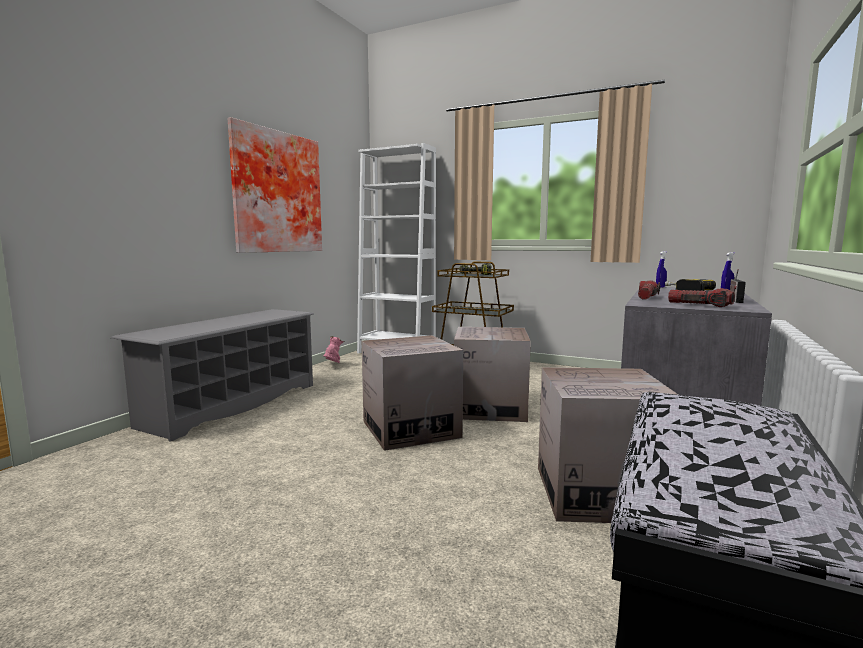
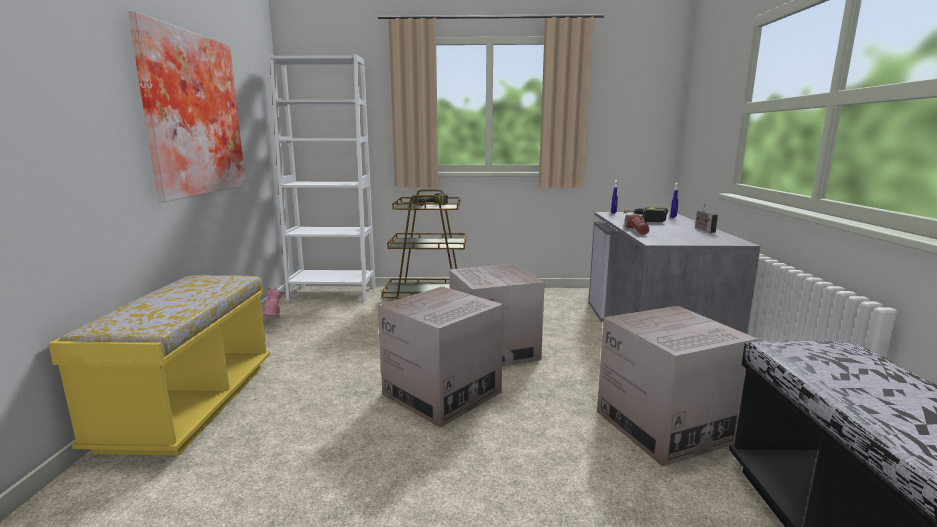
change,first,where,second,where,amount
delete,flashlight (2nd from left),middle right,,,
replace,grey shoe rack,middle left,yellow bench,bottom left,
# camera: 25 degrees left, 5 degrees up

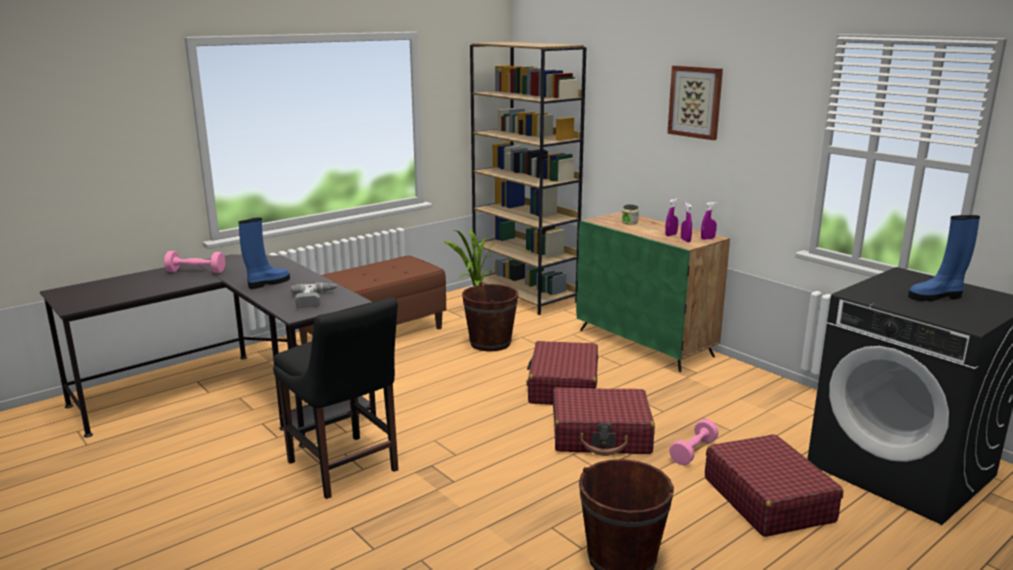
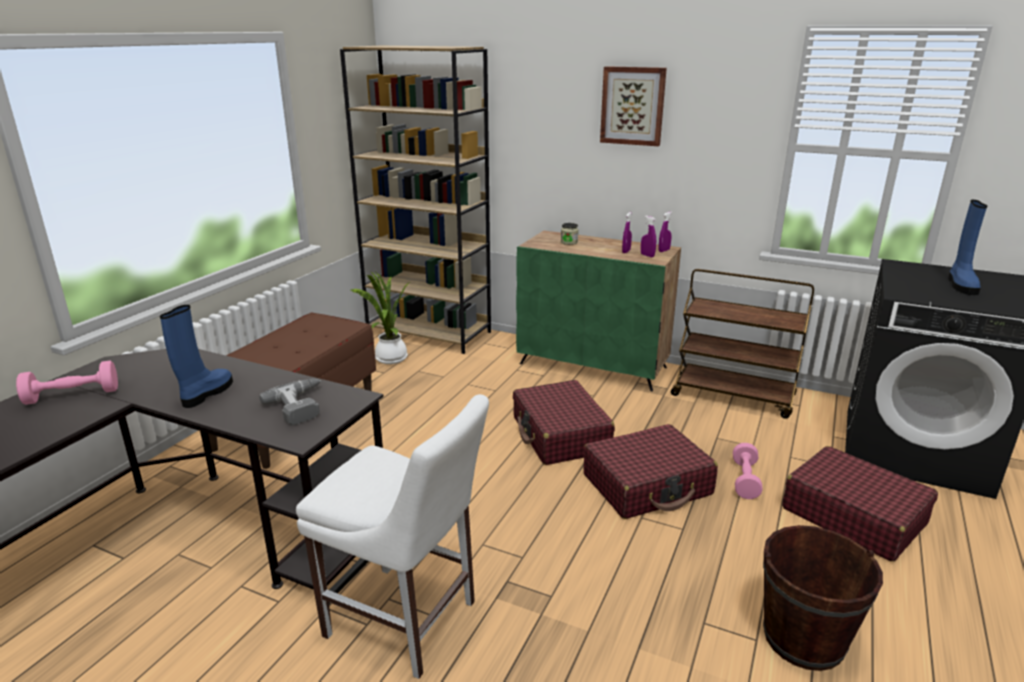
change,first,where,second,where,amount
delete,brown bucket (1st from left),centre,,,
insert,,,brown cart,middle right,
recolor,black chair,bottom left,white chair,bottom centre,
rotate,blue boot (2nd from left),middle right,,middle right,45 degrees counterclockwise
# camera: 25 degrees left, 5 degrees up

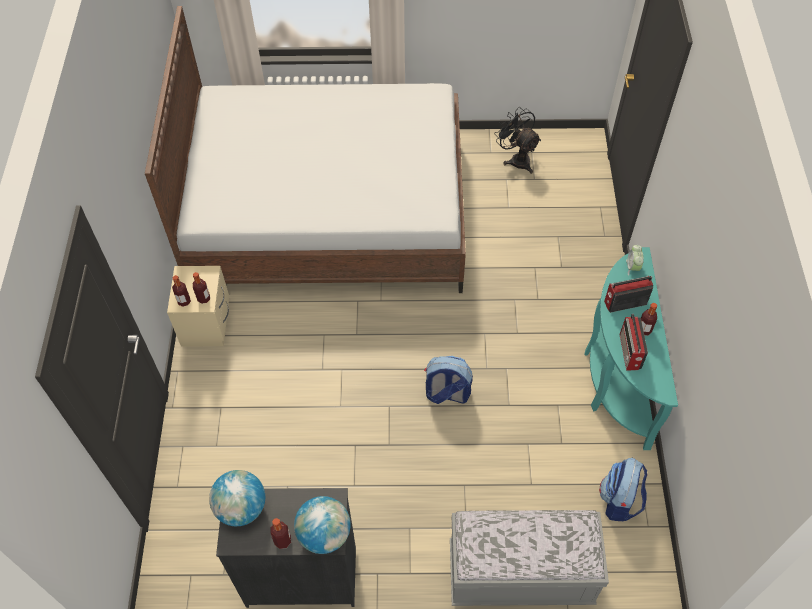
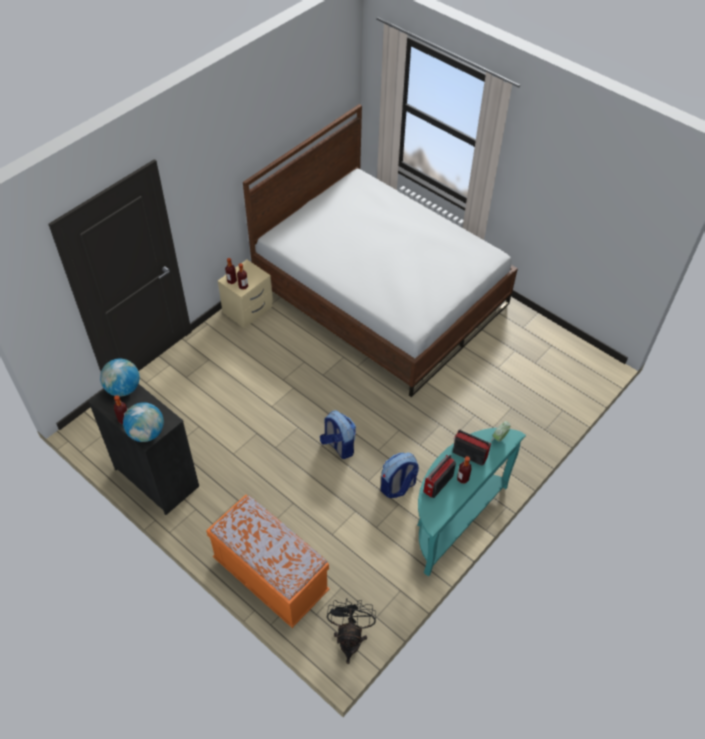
change,first,where,second,where,amount
move,black fan,top centre,,bottom centre,
move,backpack (2nd from left),bottom right,,centre,
recolor,grey bench,bottom centre,orange bench,bottom centre,
# camera: 40 degrees right, 5 degrees down

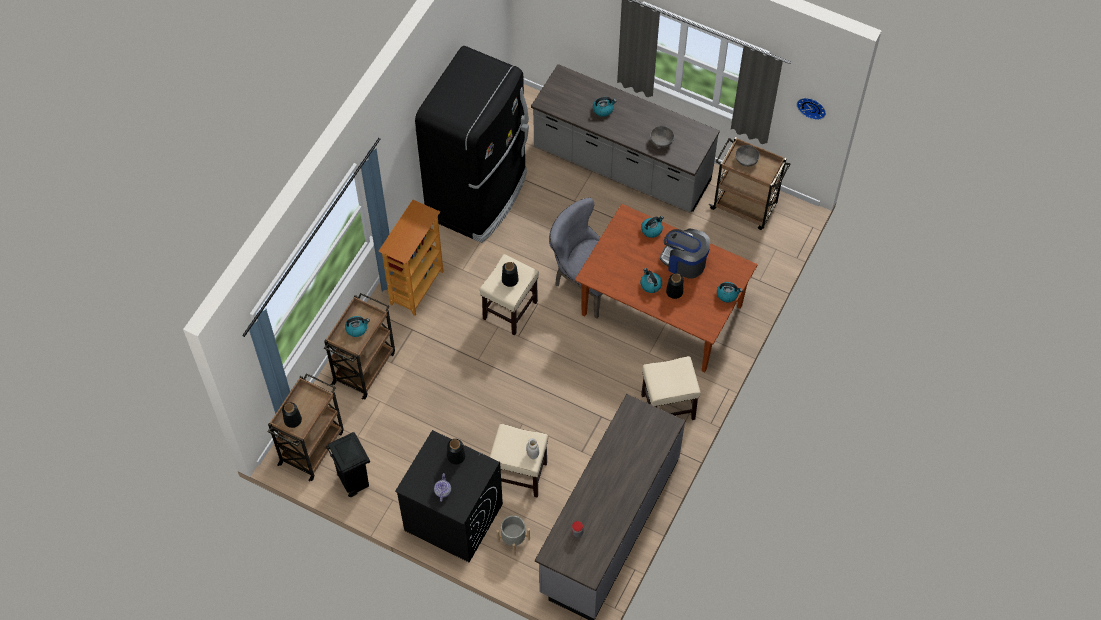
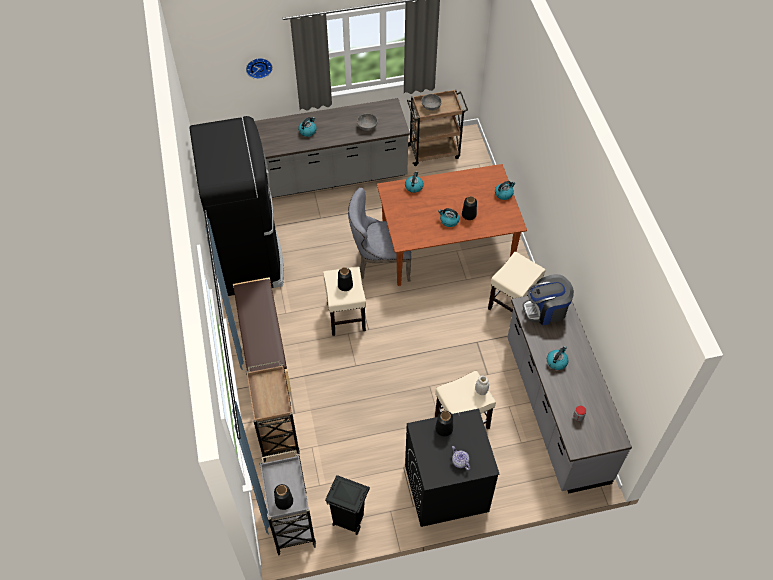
change,first,where,second,where,amount
delete,grey planter,bottom centre,,,
move,kettle (1st from left in the first image),middle left,kettle (5th from left),middle right,
move,coffee machine,centre,,middle right,
move,wall clock,top right,,top centre,
replace,bookcase,centre,brown bench,centre,
recolor,brown cart (1st from left),bottom left,grey cart,bottom centre,
# camera: 40 degrees left, 5 degrees down

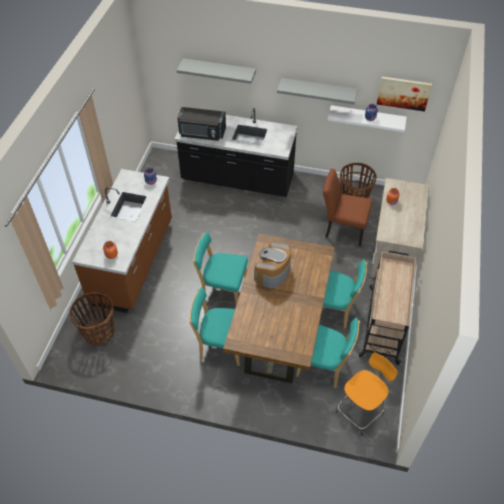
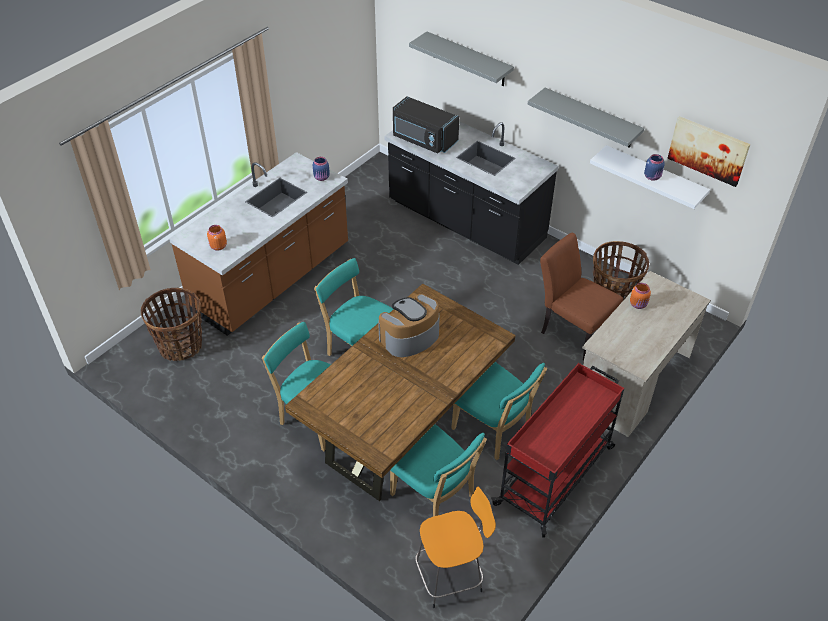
change,first,where,second,where,amount
recolor,beige cart,middle right,red cart,bottom right,
# camera: 25 degrees right, 5 degrees down

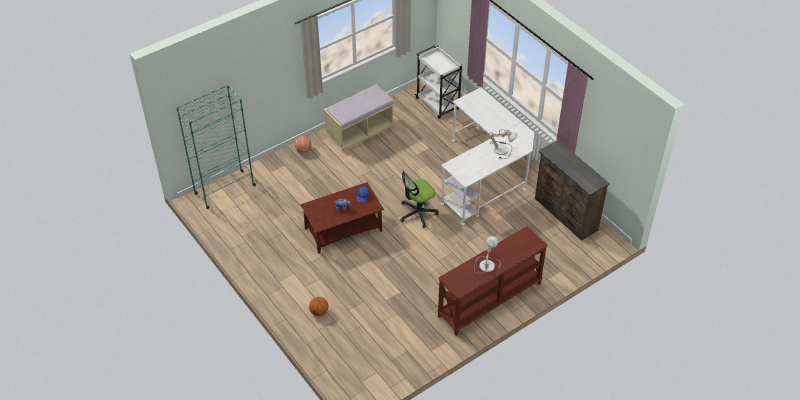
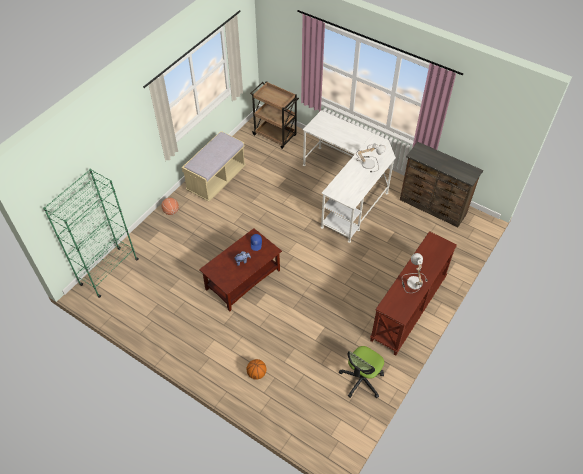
change,first,where,second,where,amount
move,office chair,centre,,bottom centre,
recolor,white cart,top centre,brown cart,top centre,
# camera: 20 degrees left, 5 degrees up

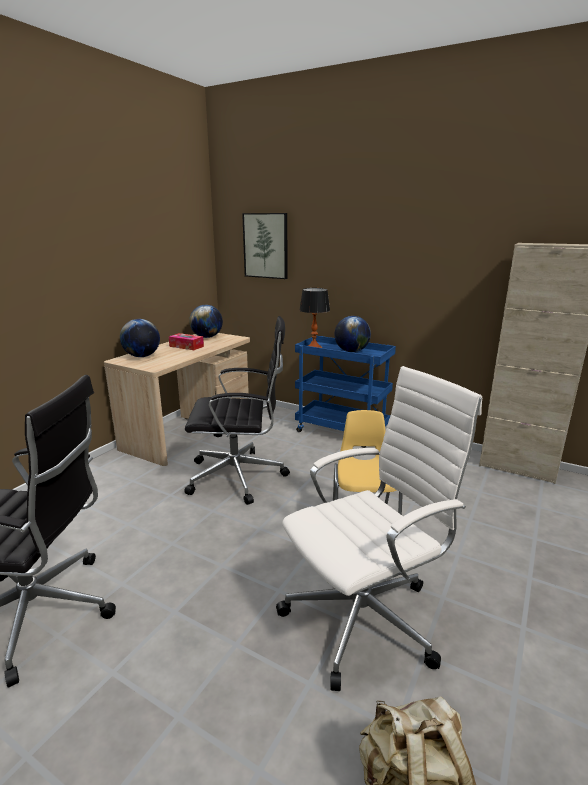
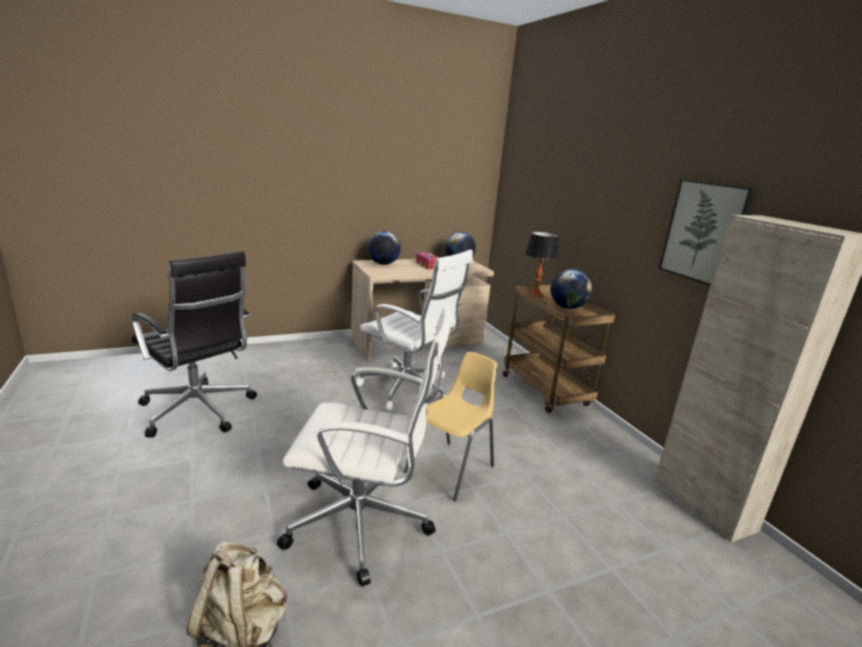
change,first,where,second,where,amount
move,picture,top centre,,middle right,
recolor,black office chair (2nd from left),centre,white office chair (2nd from left),centre,
recolor,blue cart,centre,brown cart,centre,
# camera: 35 degrees right, 0 degrees up

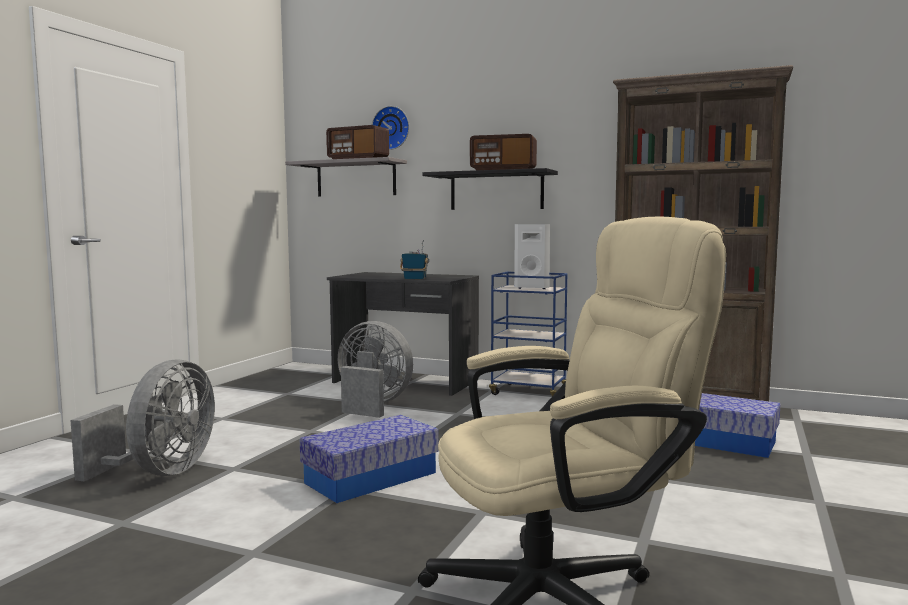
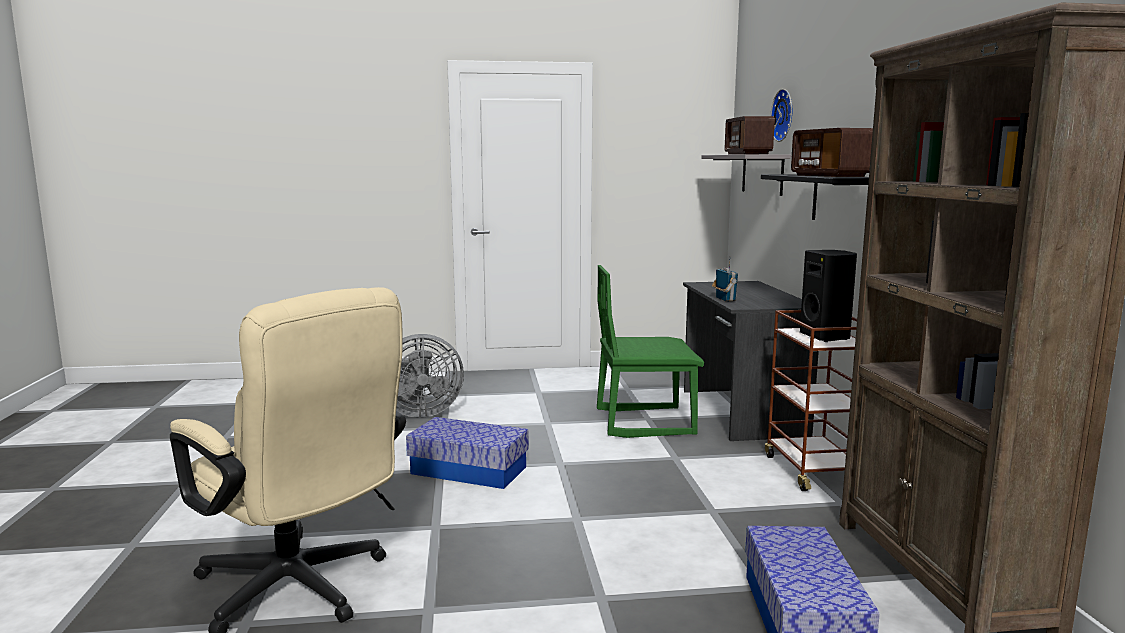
change,first,where,second,where,amount
replace,grey fan (2nd from left),centre,green chair,centre,
recolor,blue cart,centre,brown cart,middle right,
recolor,white speaker,centre,black speaker,middle right,
# camera: 60 degrees right, 5 degrees up

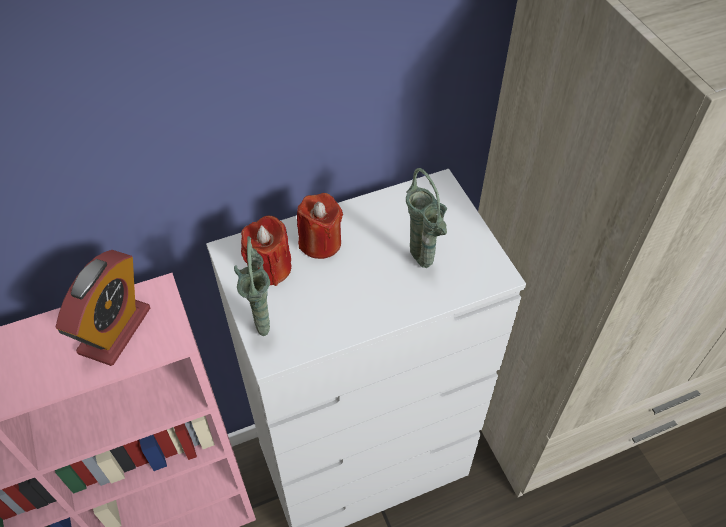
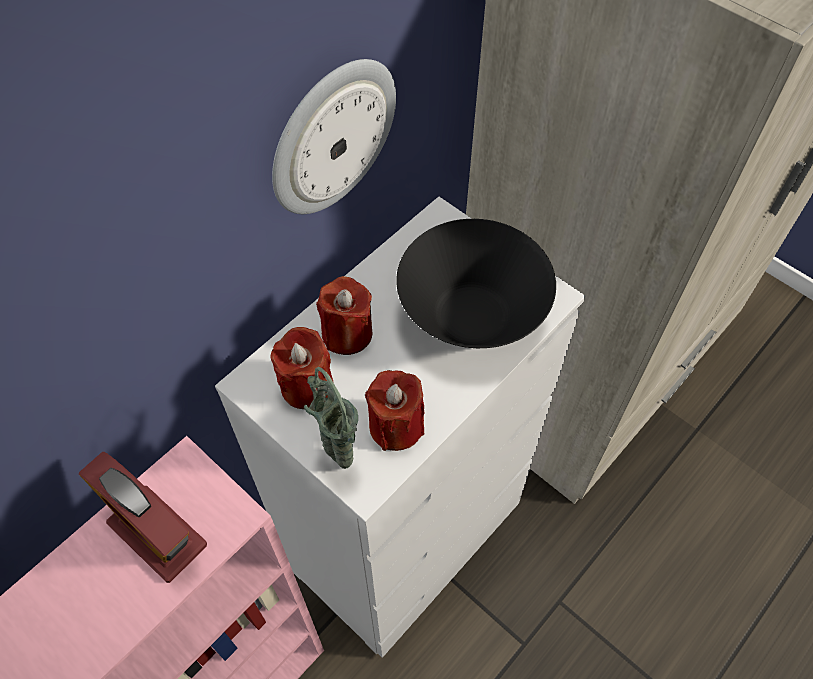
change,first,where,second,where,amount
insert,,,wall clock,top centre,
insert,,,red candle (3rd from left),centre,
replace,green vase (2nd from left),centre,black bowl,centre,
rotate,alarm clock,middle left,,bottom left,135 degrees clockwise
# camera: 25 degrees left, 5 degrees up

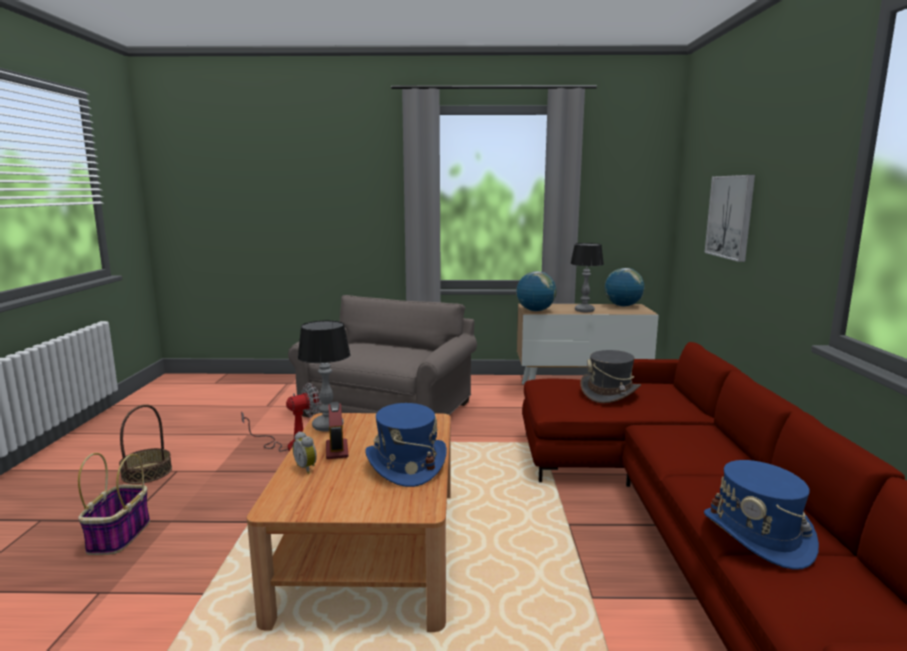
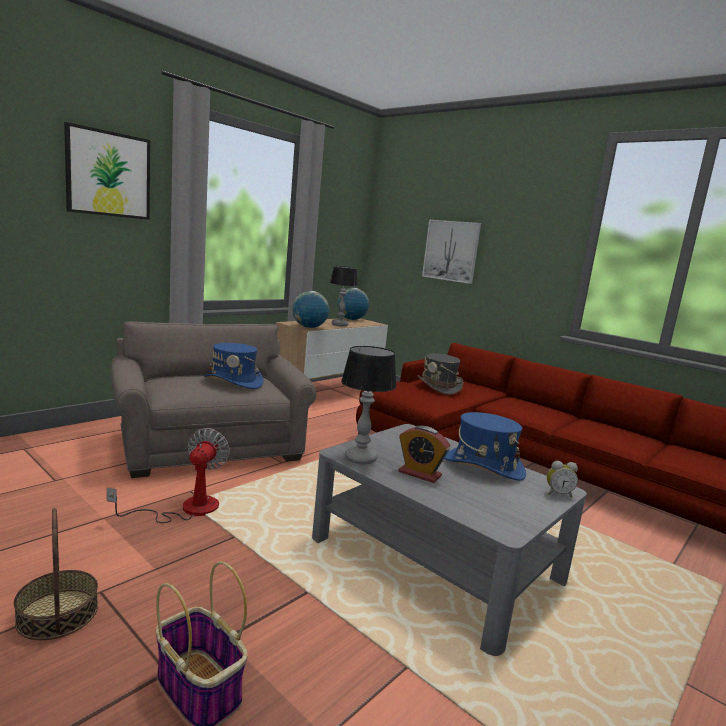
change,first,where,second,where,amount
insert,,,picture (1st from left),top left,
move,alarm clock (1st from left in the first image),bottom centre,alarm clock (2nd from left),middle right,
move,blue hat (2nd from left in the first image),bottom right,blue hat (1st from left),middle left,
recolor,brown coffee table,bottom centre,grey coffee table,bottom centre,
# camera: 50 degrees left, 0 degrees up

